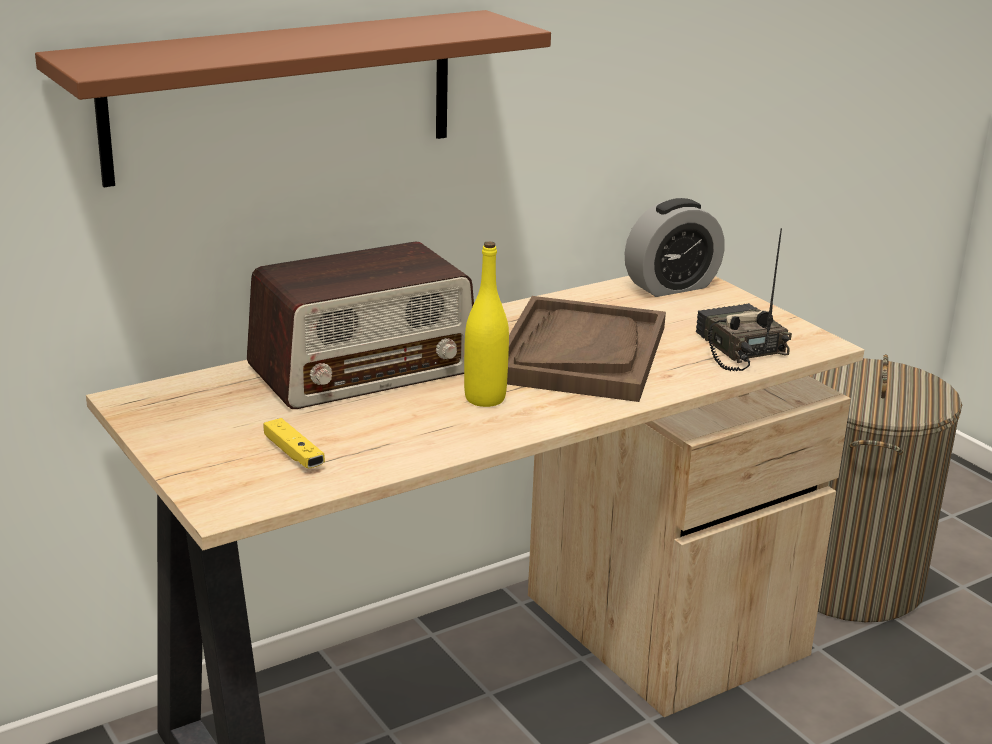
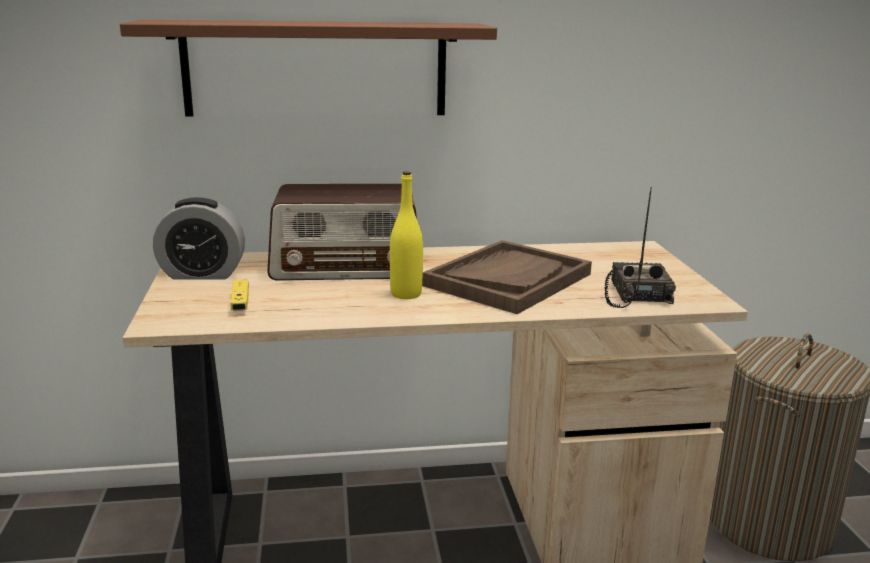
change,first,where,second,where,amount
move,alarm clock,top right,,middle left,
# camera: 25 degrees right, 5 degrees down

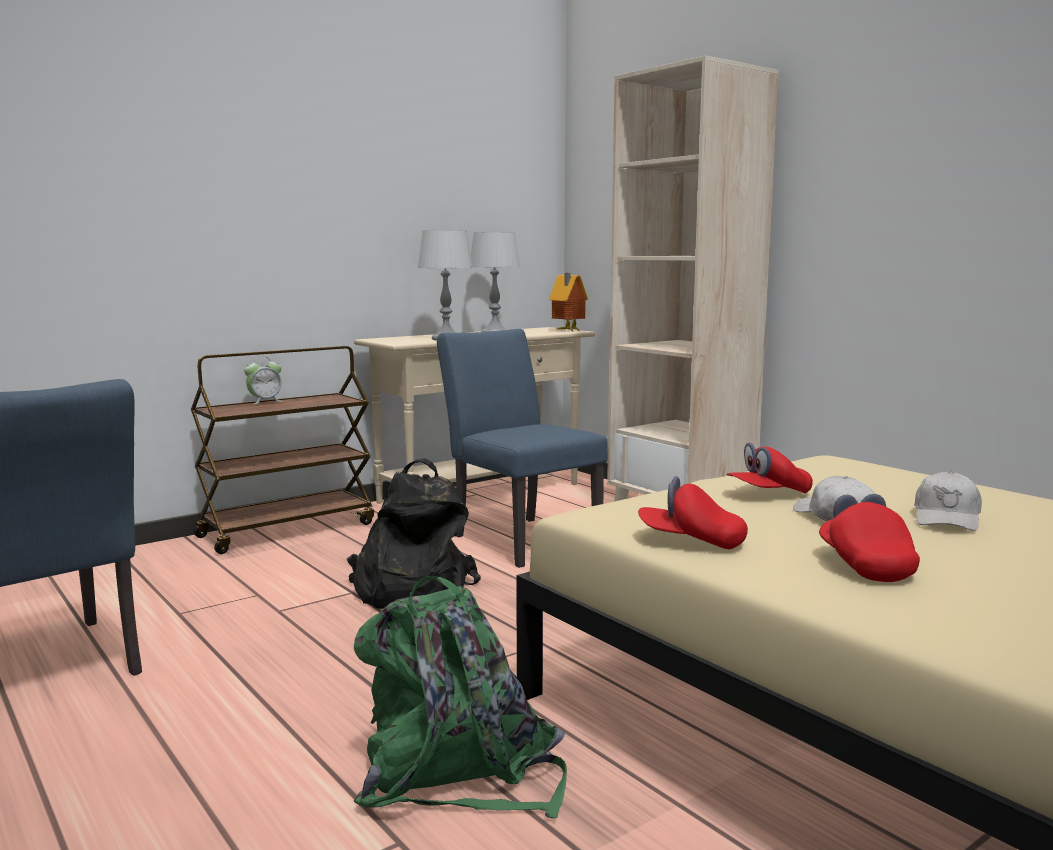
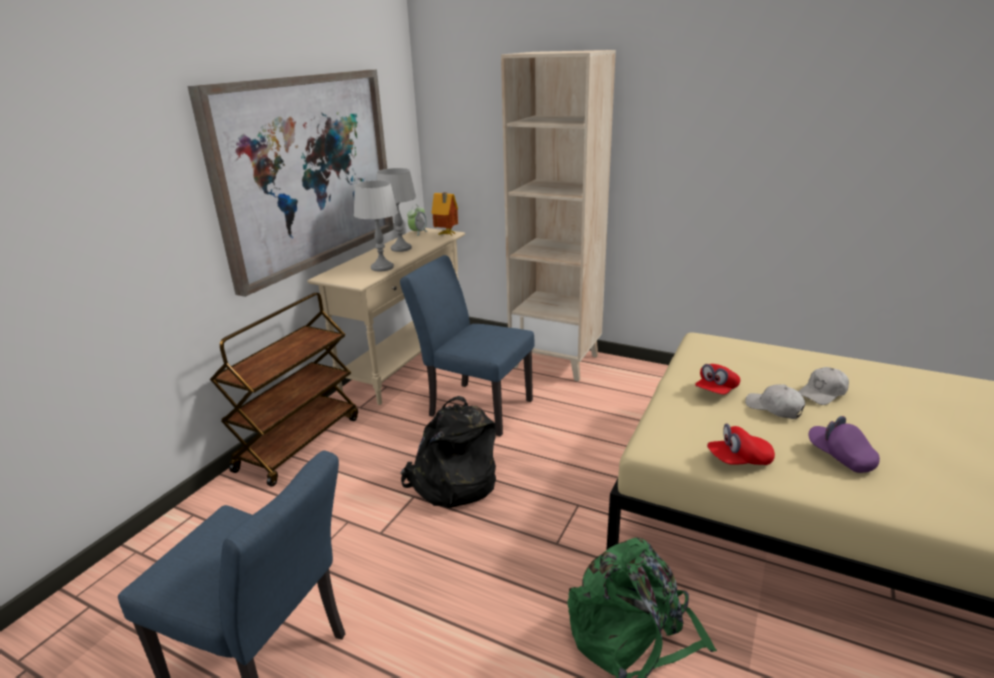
change,first,where,second,where,amount
insert,,,picture,top left,
move,alarm clock,middle left,,top centre,
recolor,red cap (3rd from left),middle right,purple cap,middle right,
rotate,white cap (2nd from left),middle right,,middle right,60 degrees clockwise
# camera: 25 degrees left, 15 degrees up

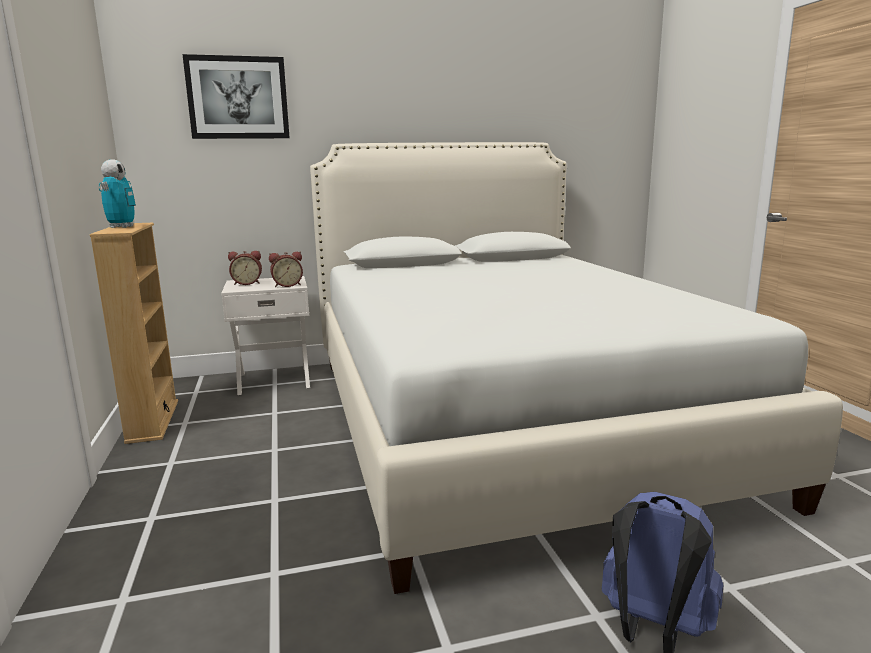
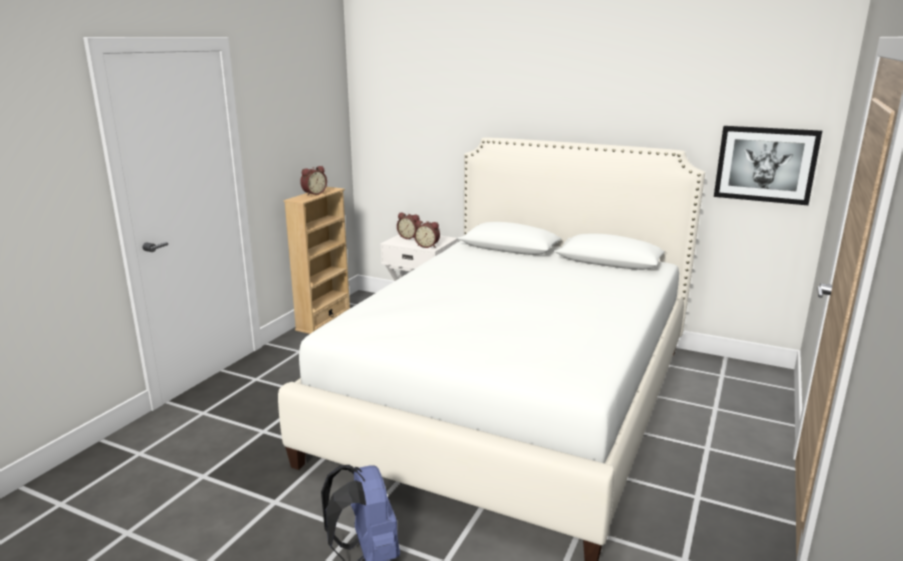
change,first,where,second,where,amount
move,picture,top left,,top right,
replace,toy robot,top left,alarm clock (1st from left),top centre,
# camera: 40 degrees right, 5 degrees up

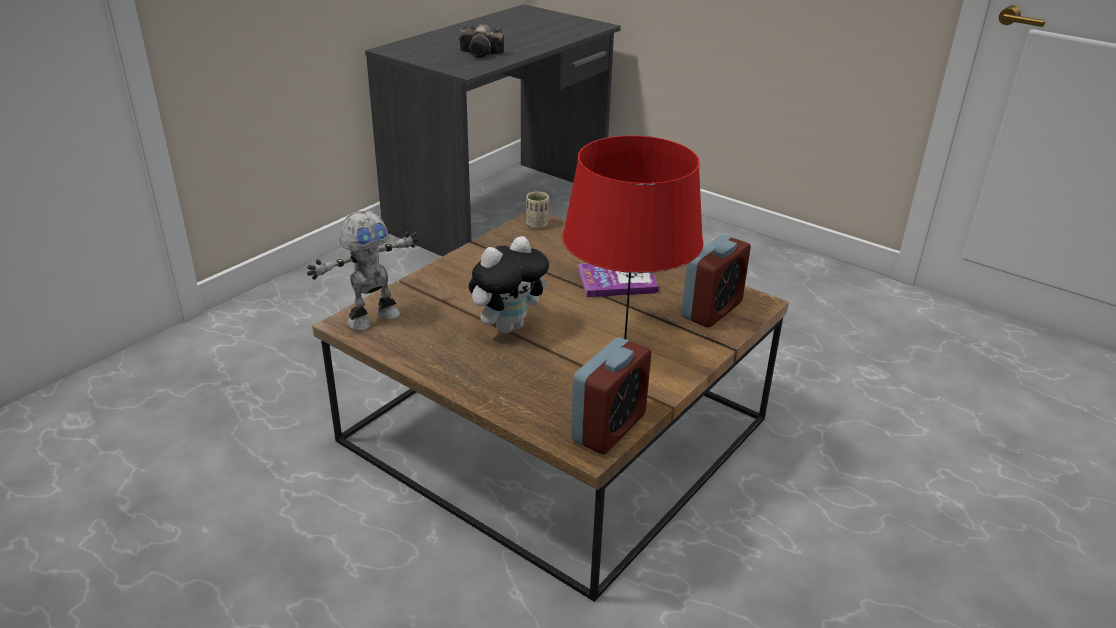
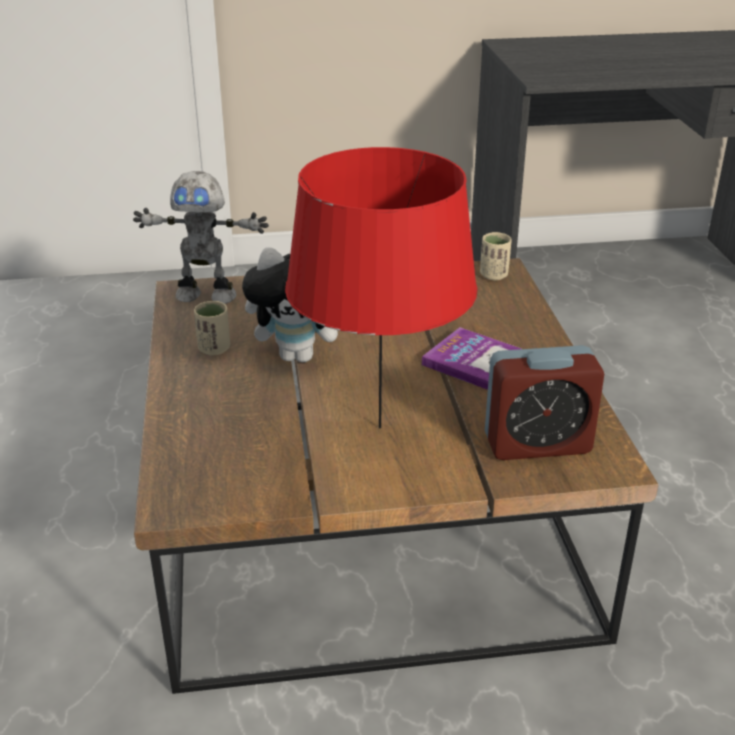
change,first,where,second,where,amount
delete,photo camera,top centre,,,
delete,alarm clock (1st from left),centre,,,
insert,,,beige cup (1st from left),middle left,
# camera: 45 degrees right, 0 degrees up

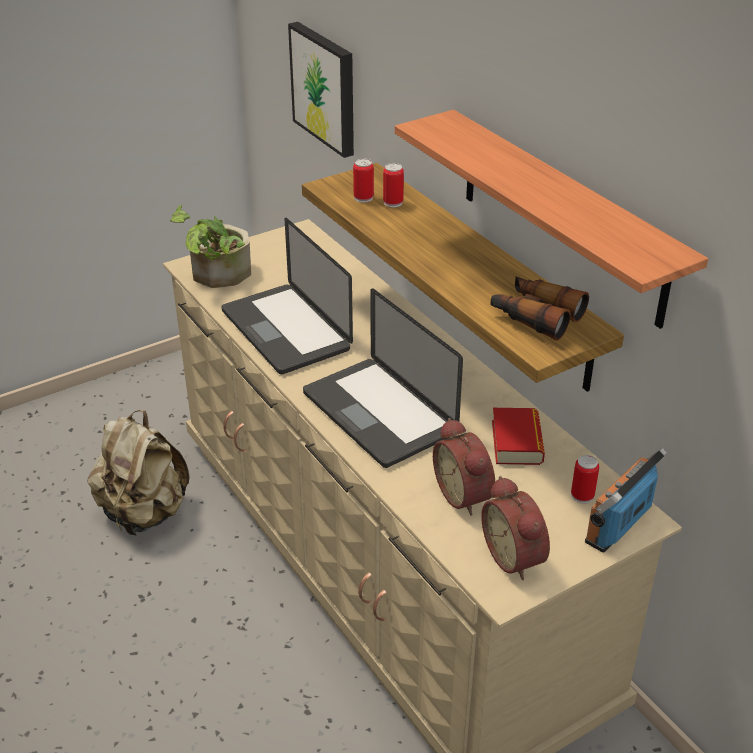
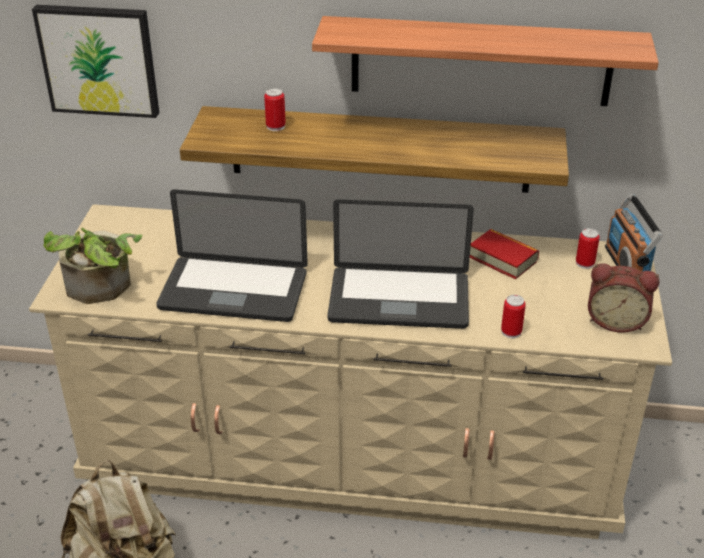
change,first,where,second,where,amount
delete,alarm clock (1st from left),centre,,,
delete,binoculars,middle right,,,
move,can (1st from left in the first image),top centre,can (2nd from left),middle right,
# camera: 50 degrees left, 0 degrees up

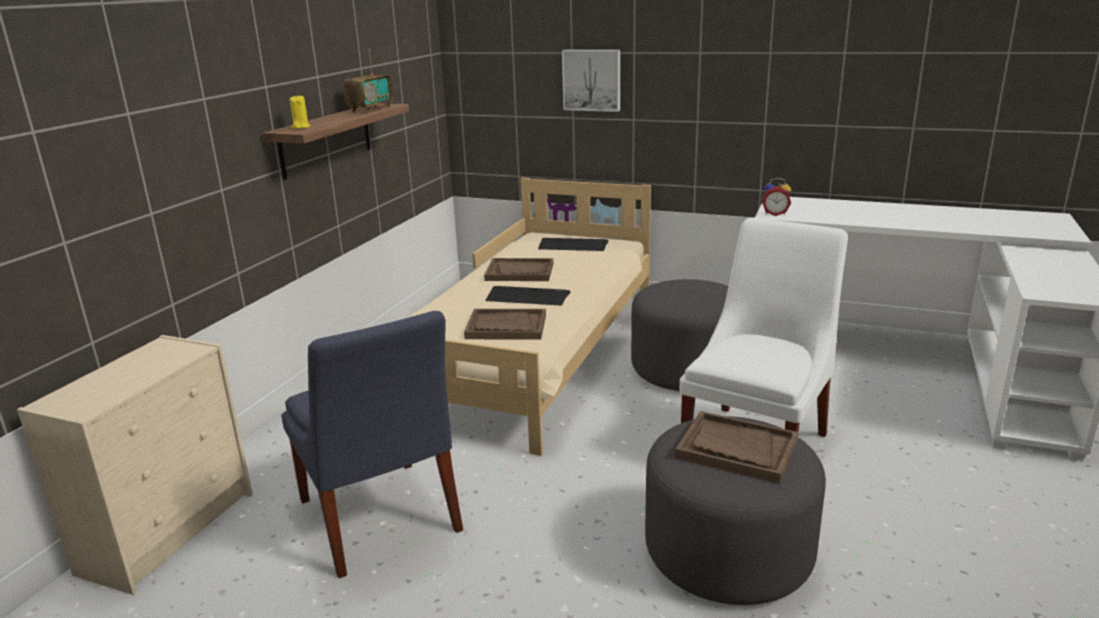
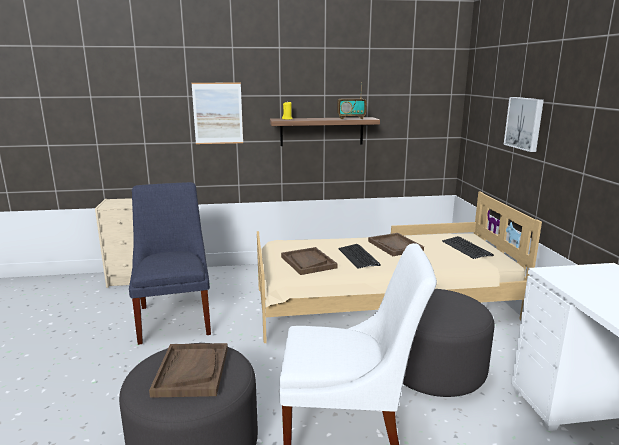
change,first,where,second,where,amount
delete,alarm clock,top right,,,
insert,,,picture (1st from left),top centre,
rotate,blue chair,bottom centre,,middle left,135 degrees clockwise
# camera: 60 degrees right, 5 degrees down

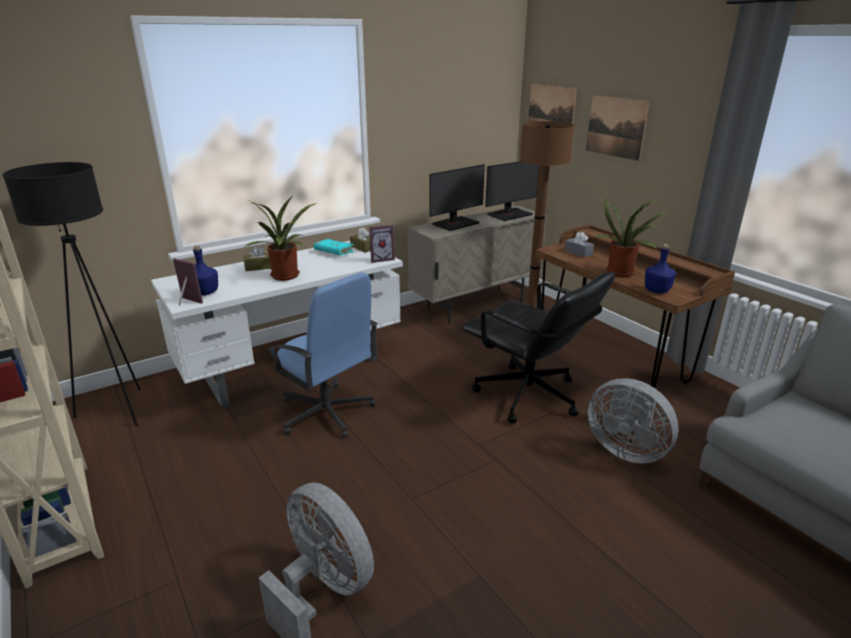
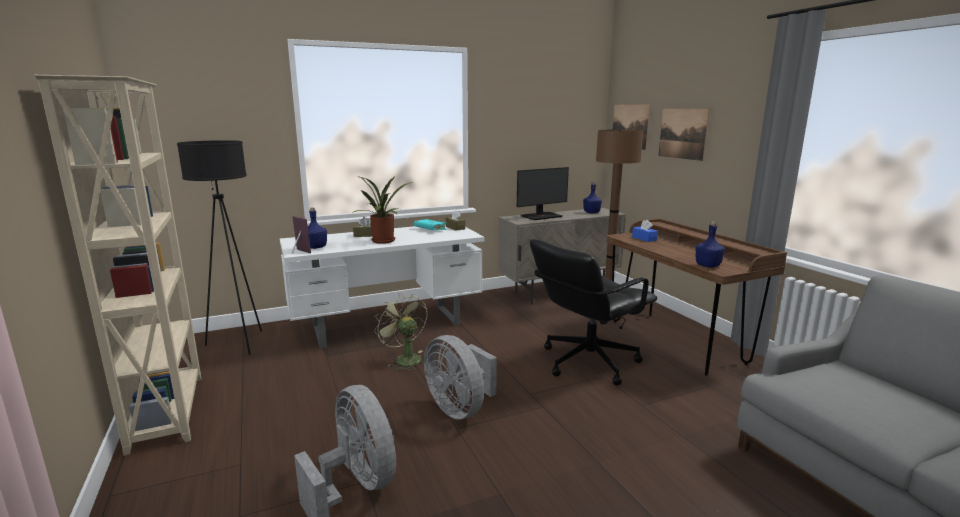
change,first,where,second,where,amount
delete,picture frame (2nd from left),centre,,,
delete,potted plant (2nd from left),middle right,,,
move,grey fan (2nd from left),middle right,,bottom centre,
replace,blue office chair,centre,green fan,centre,
replace,monitor (2nd from left),top centre,blue bottle (2nd from left),centre,
recolor,grey tissue box,middle right,blue tissue box,middle right,
rotate,black office chair,centre,,centre,90 degrees clockwise
# camera: 10 degrees right, 10 degrees down

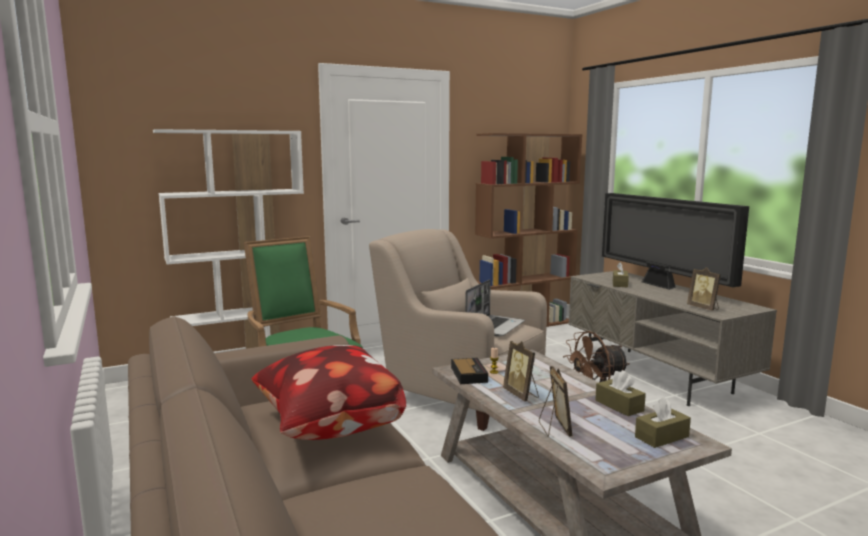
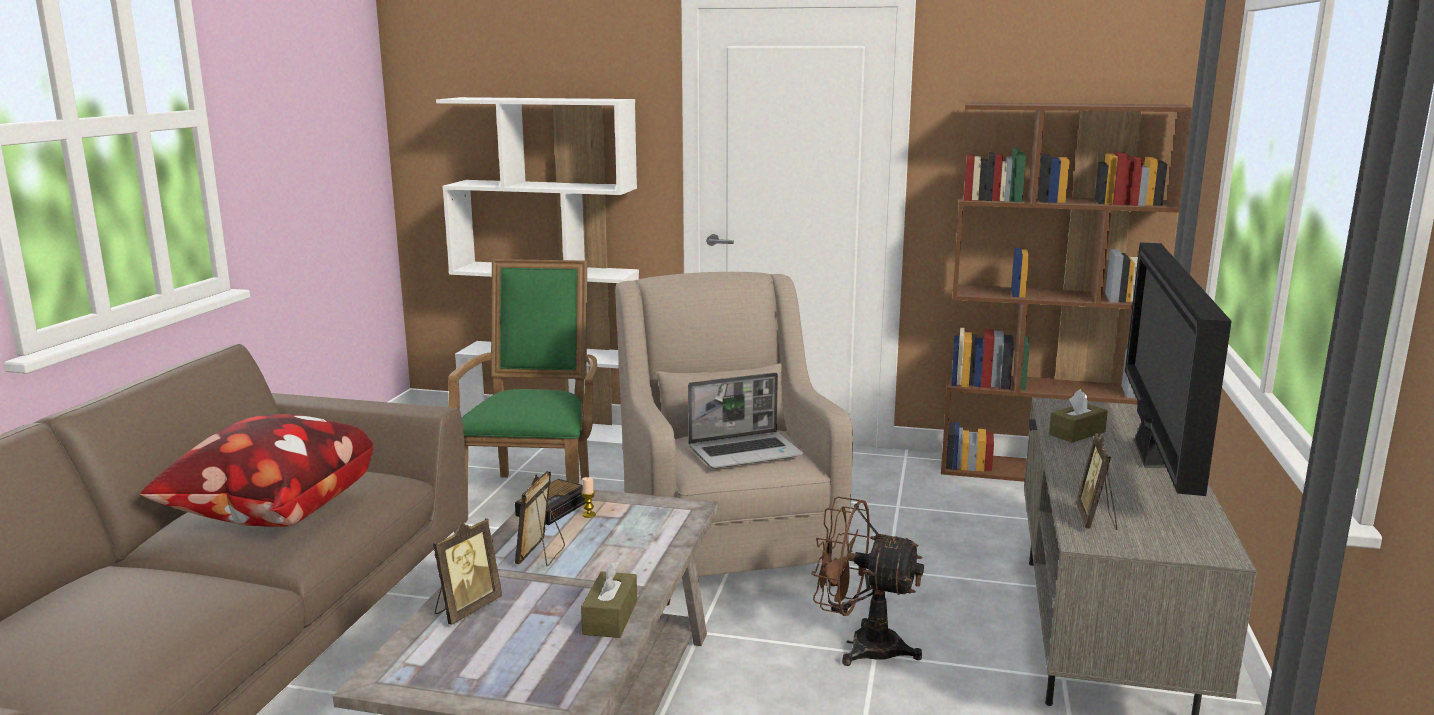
change,first,where,second,where,amount
delete,brown tissue box (3rd from left),bottom right,,,
# camera: 40 degrees right, 5 degrees up

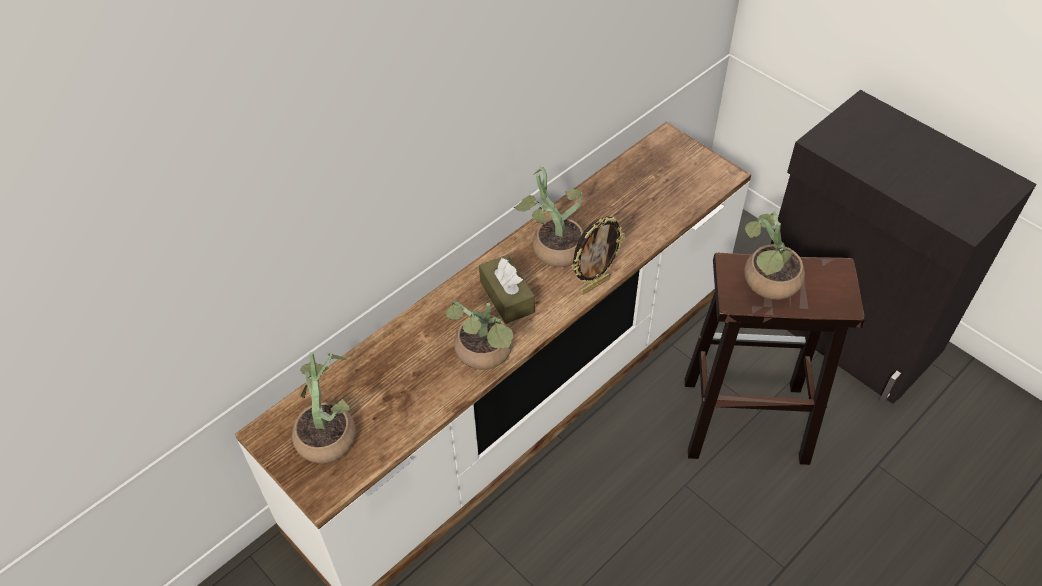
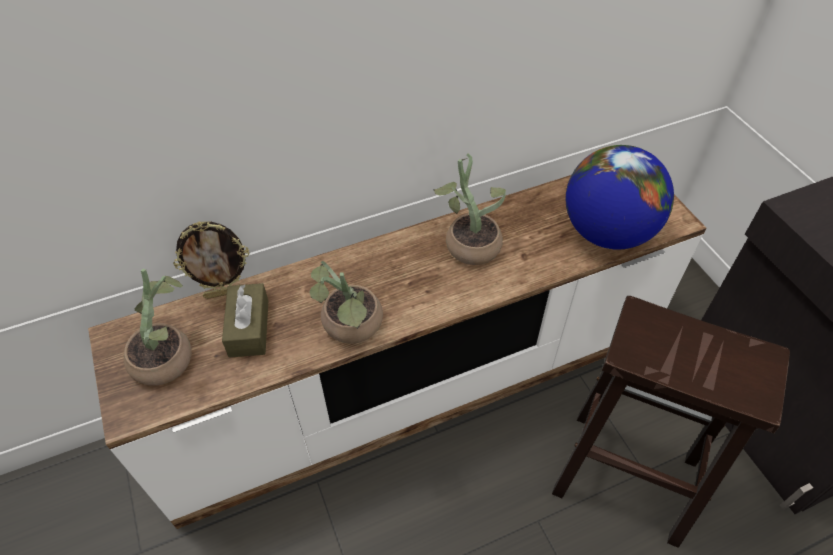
change,first,where,second,where,amount
delete,potted plant (4th from left),middle right,,,
insert,,,globe,middle right,
move,brown tissue box,centre,,middle left,
move,picture frame,centre,,middle left,
# camera: 20 degrees right, 0 degrees up

